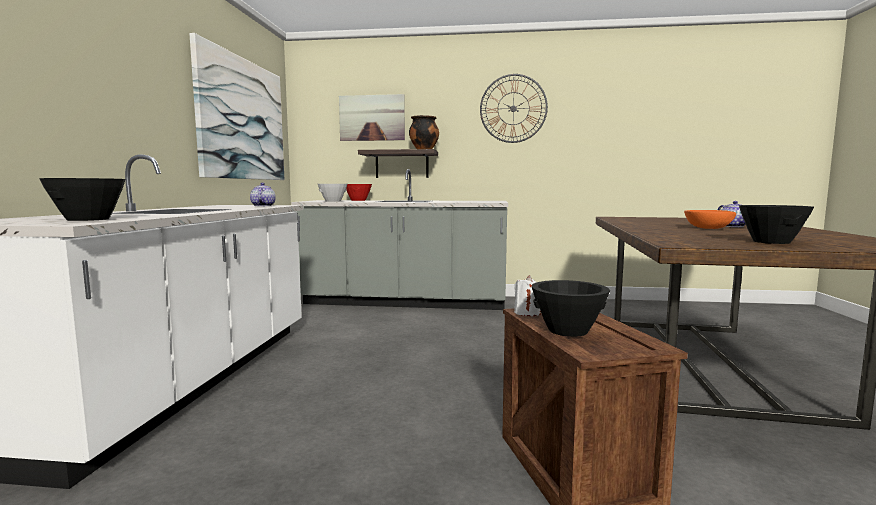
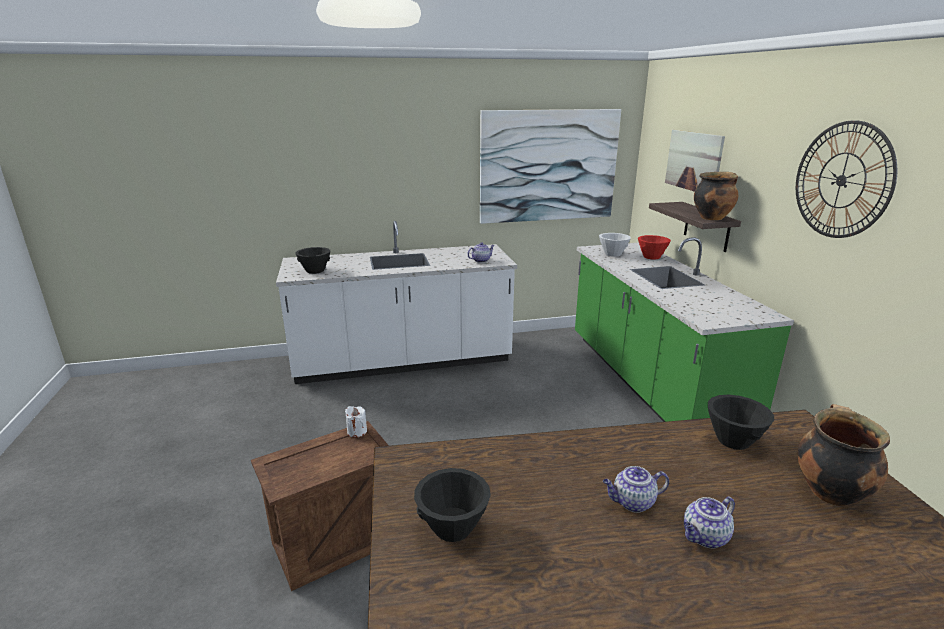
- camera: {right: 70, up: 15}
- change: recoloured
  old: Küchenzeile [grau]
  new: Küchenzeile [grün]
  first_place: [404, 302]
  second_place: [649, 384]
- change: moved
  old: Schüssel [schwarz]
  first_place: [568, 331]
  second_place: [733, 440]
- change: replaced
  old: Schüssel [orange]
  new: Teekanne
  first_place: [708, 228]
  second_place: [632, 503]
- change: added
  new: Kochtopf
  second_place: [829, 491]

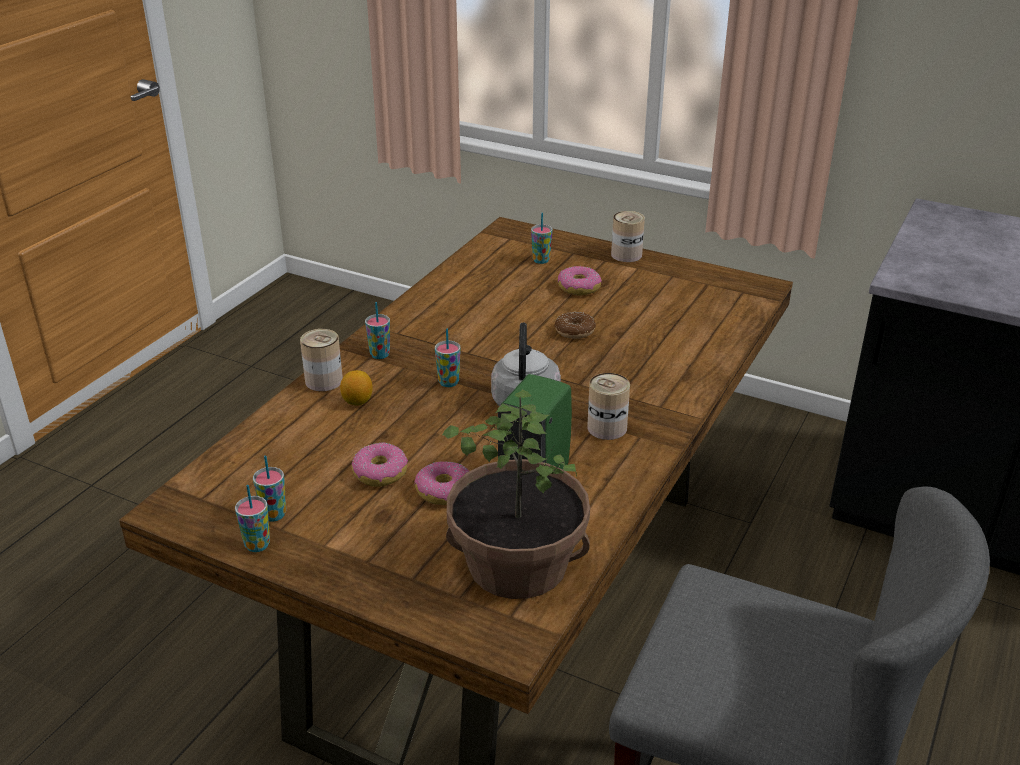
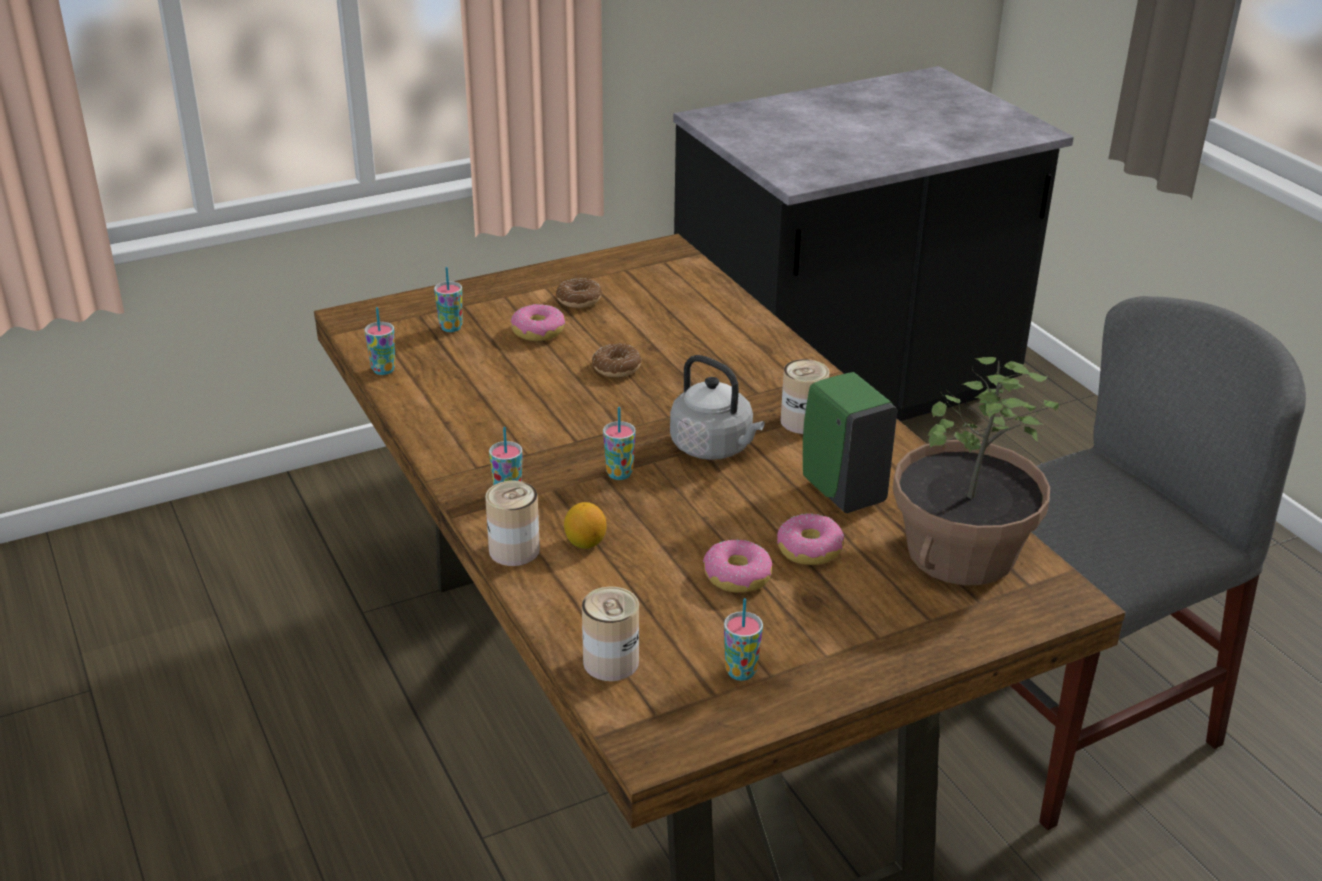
- camera: {right: -55, up: 0}
- change: moved
  old: Tasse
  first_place: [257, 545]
  second_place: [383, 370]
- change: moved
  old: Dose
  first_place: [626, 255]
  second_place: [611, 662]
- change: added
  new: Donut
  second_place: [579, 300]

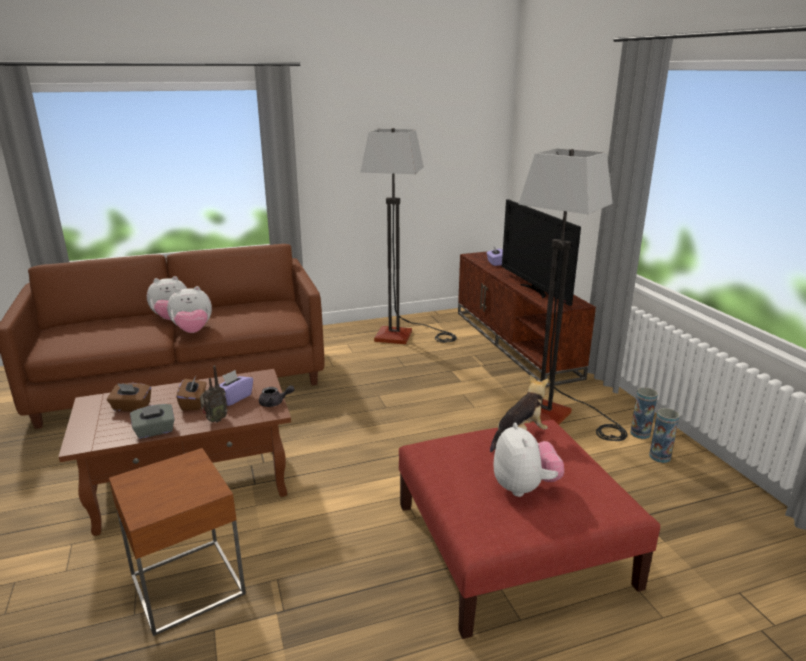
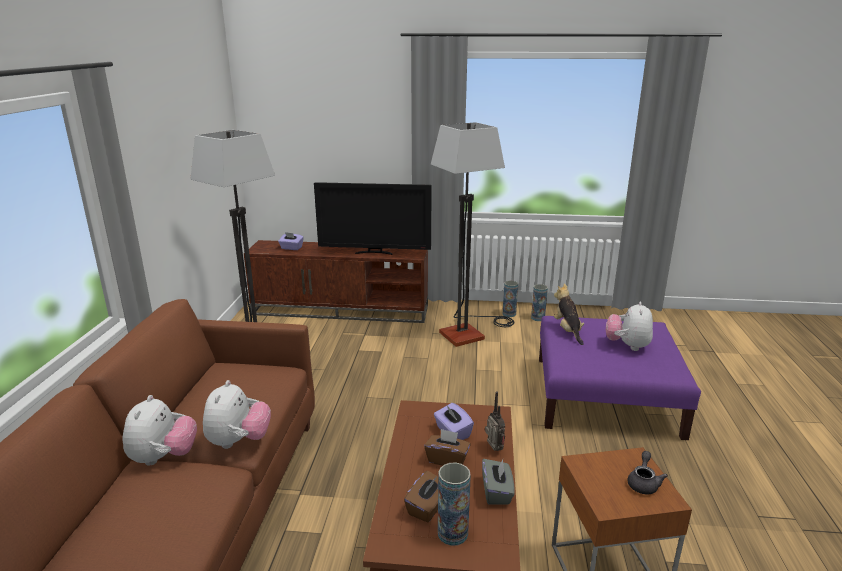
- camera: {right: -65, up: 0}
- change: moved
  old: Teekanne [grau]
  first_place: [275, 403]
  second_place: [643, 483]
- change: recoloured
  old: Polsterhocker [rot]
  new: Polsterhocker [lila]
  first_place: [511, 546]
  second_place: [606, 396]
- change: turned
  old: Plüschtier
  first_place: [524, 487]
  second_place: [627, 346]
  degrees: -90
- change: added
  new: Vase
  second_place: [452, 533]

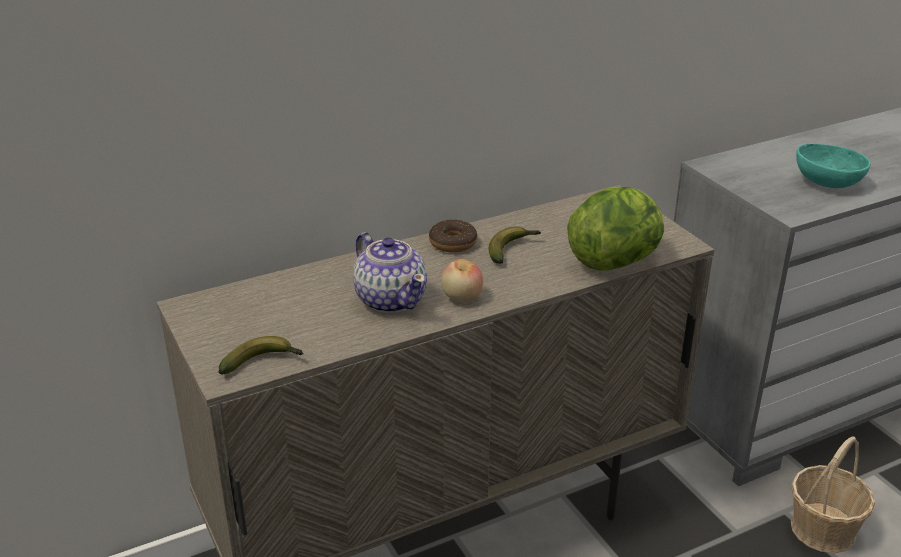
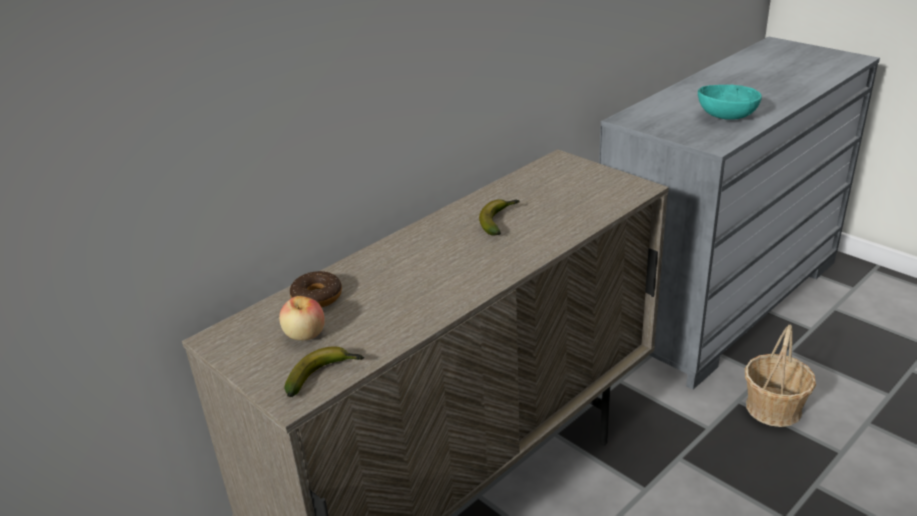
- camera: {right: -15, up: 0}
- change: removed
  old: Teekanne
  first_place: [391, 299]
- change: moved
  old: Donut
  first_place: [453, 243]
  second_place: [317, 297]
- change: moved
  old: Apfel
  first_place: [462, 297]
  second_place: [305, 335]
- change: removed
  old: Salatkopf
  first_place: [616, 261]

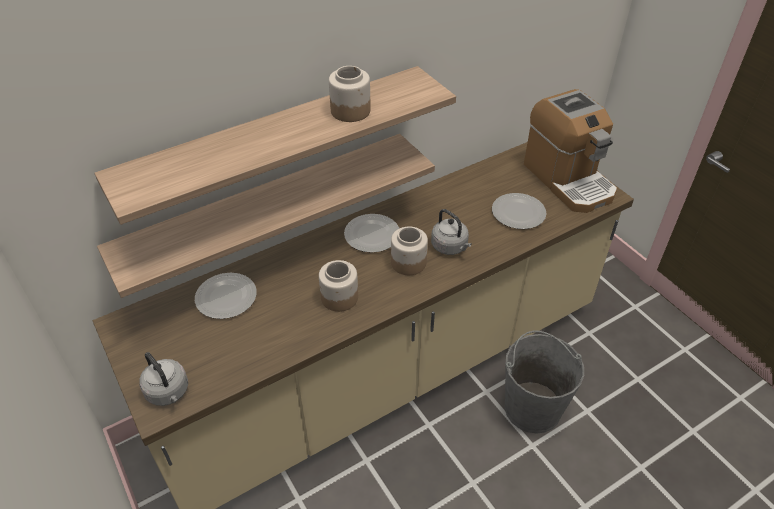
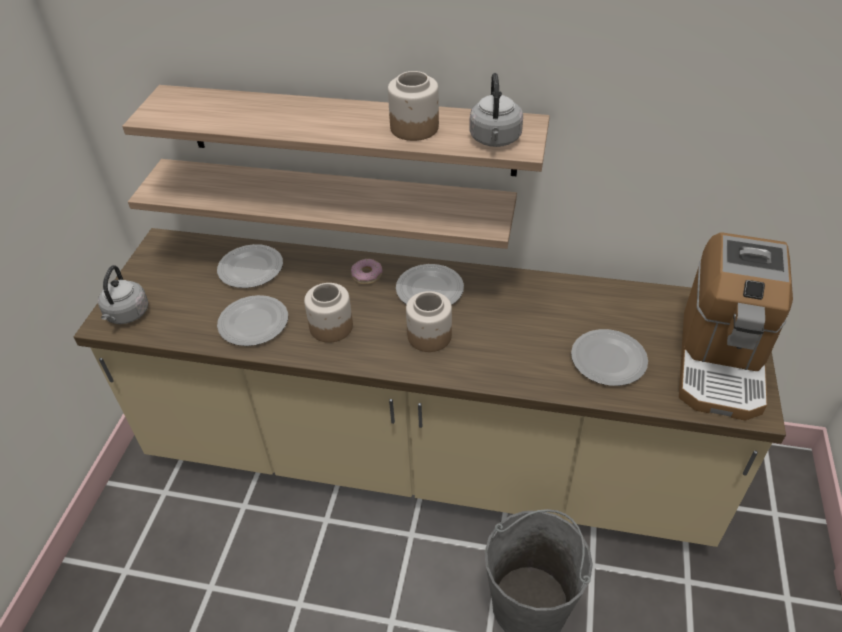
- camera: {right: 45, up: 0}
- change: moved
  old: Wasserkessel [grau]
  first_place: [450, 247]
  second_place: [495, 140]
- change: added
  new: Teller
  second_place: [253, 322]
- change: added
  new: Donut
  second_place: [366, 275]

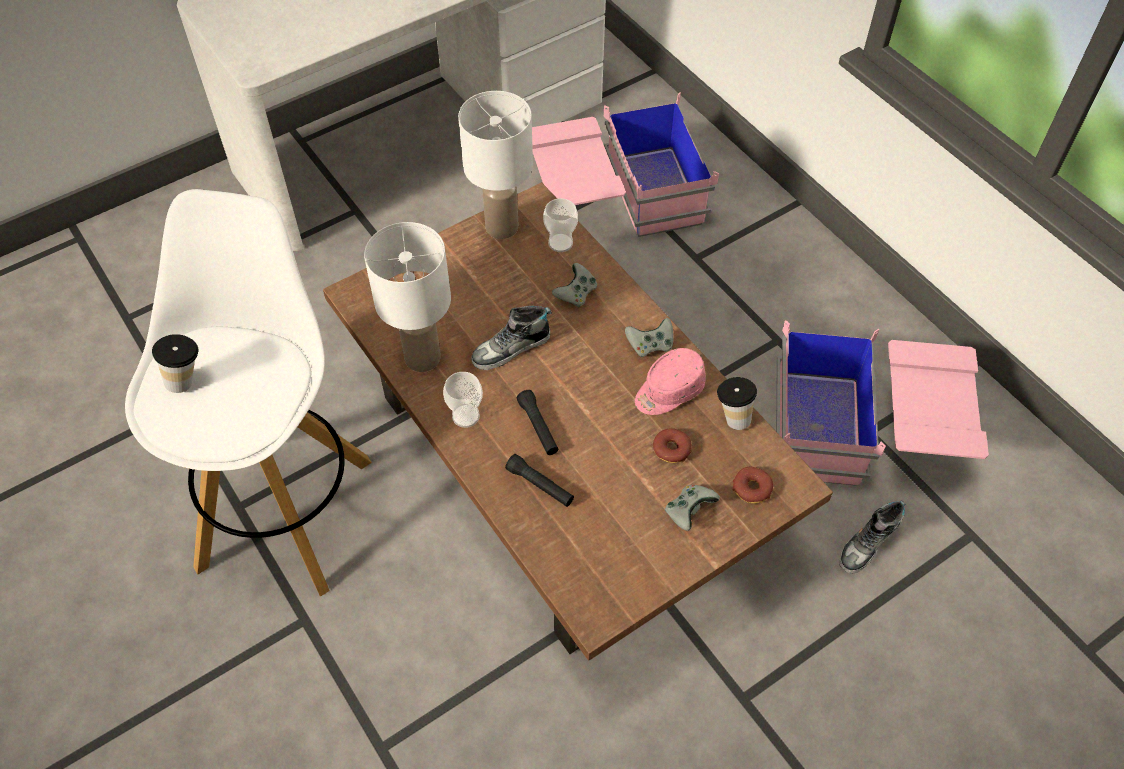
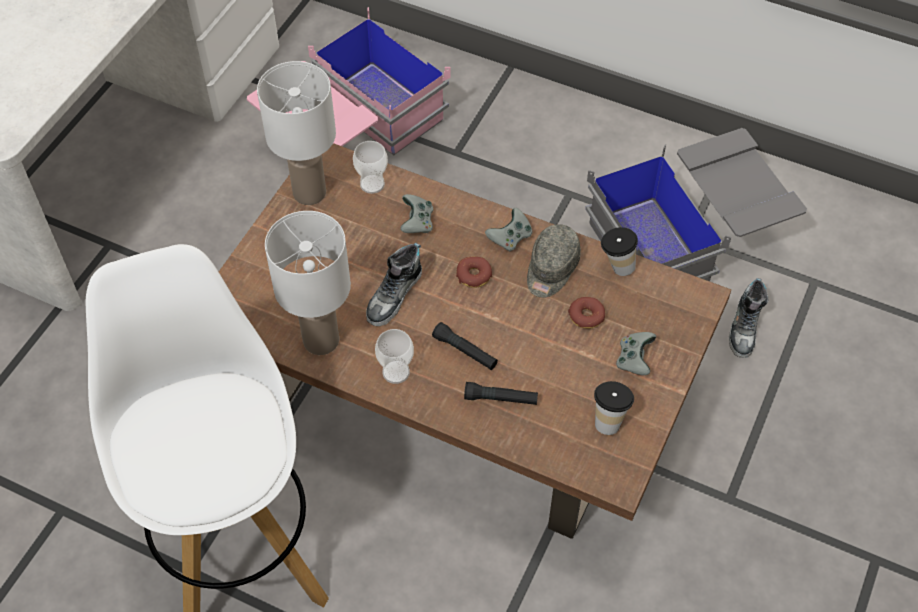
- camera: {right: -30, up: 0}
- change: moved
  old: Tasse
  first_place: [187, 380]
  second_place: [609, 420]
- change: recoloured
  old: Kappe [rosa]
  new: Kappe [grau]
  first_place: [668, 391]
  second_place: [551, 269]
- change: moved
  old: Donut
  first_place: [752, 488]
  second_place: [474, 275]
- change: recoloured
  old: Aufbewahrungsbox [rosa]
  new: Aufbewahrungsbox [grau]
  first_place: [864, 435]
  second_place: [687, 241]

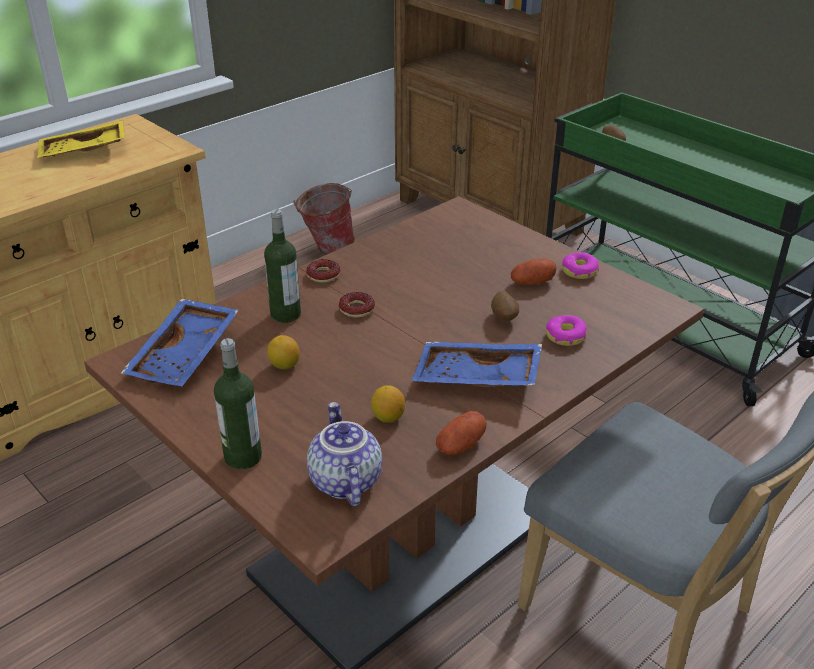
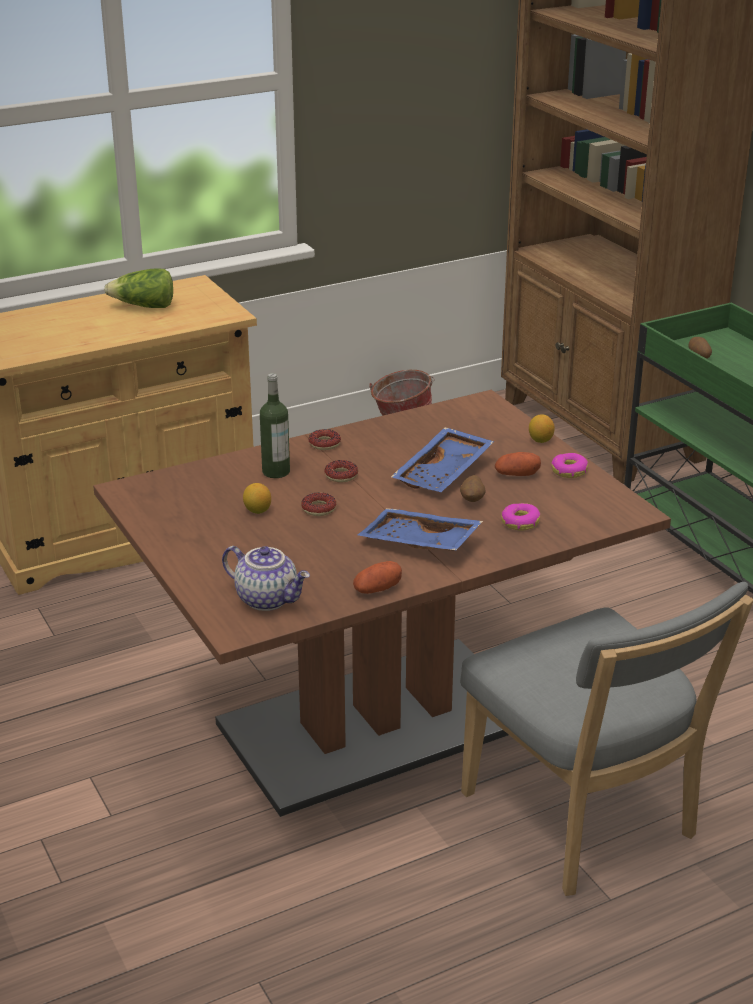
- camera: {right: 15, up: -5}
- change: replaced
  old: Tablett [gelb]
  new: Salatkopf
  first_place: [84, 151]
  second_place: [144, 307]
- change: moved
  old: Tablett [blau]
  first_place: [186, 355]
  second_place: [444, 473]
- change: removed
  old: Flasche
  first_place: [243, 457]
- change: turned
  old: Teekanne
  first_place: [343, 481]
  second_place: [268, 599]
  degrees: 120
- change: moved
  old: Zitrone
  first_place: [388, 417]
  second_place: [540, 440]
- change: added
  new: Donut
  second_place: [318, 509]

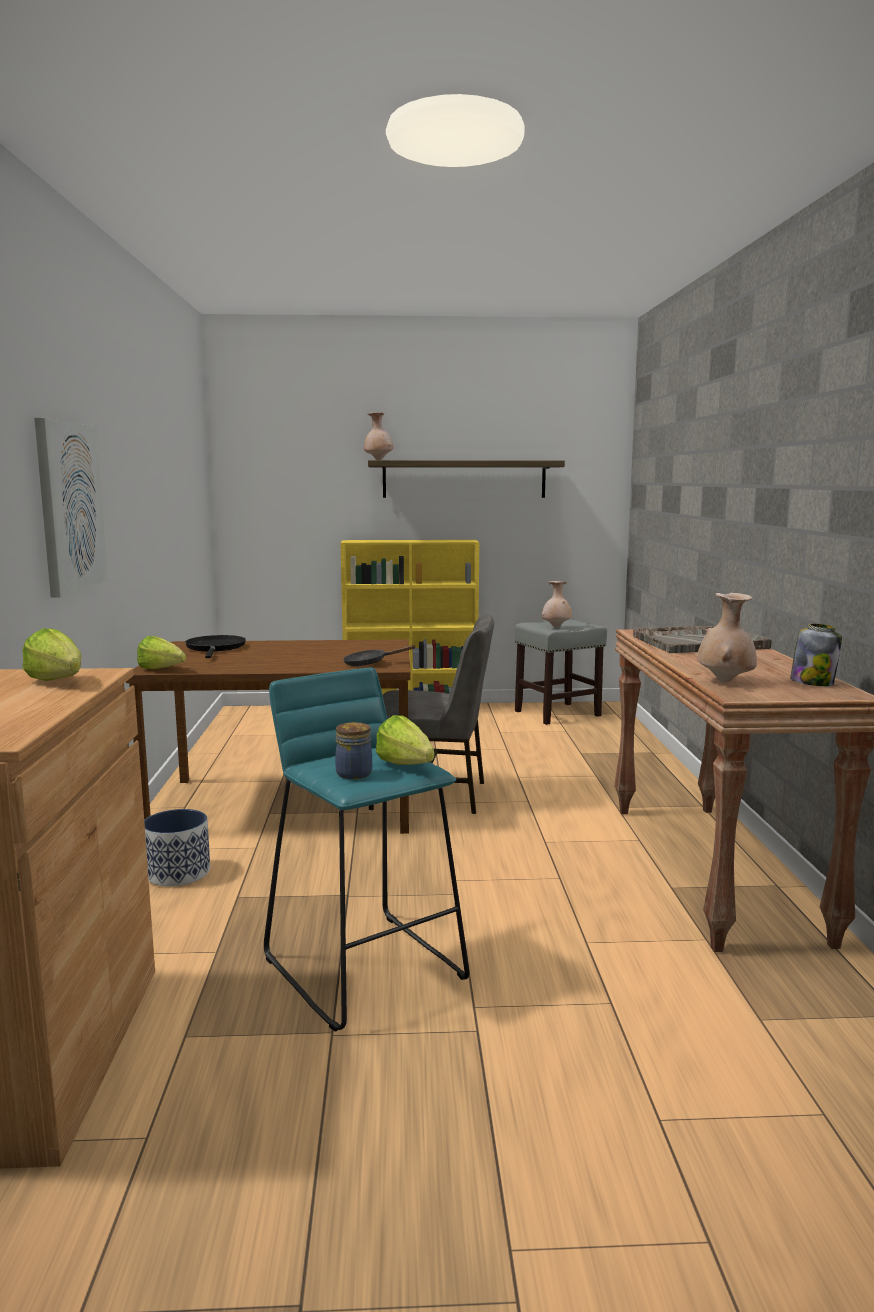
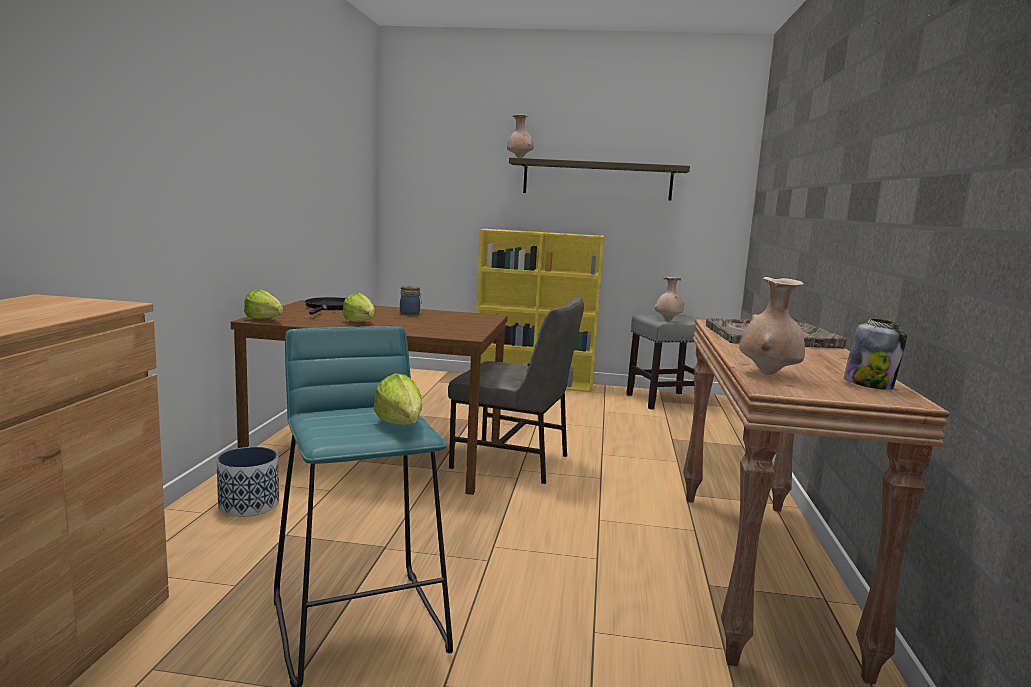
- camera: {right: 10, up: 0}
- change: moved
  old: Salatkopf
  first_place: [59, 683]
  second_place: [361, 324]
- change: removed
  old: Bild
  first_place: [69, 506]
- change: moved
  old: Vorratsglas
  first_place: [355, 773]
  second_place: [410, 313]
- change: removed
  old: Pfanne [schwarz]
  first_place: [369, 663]

